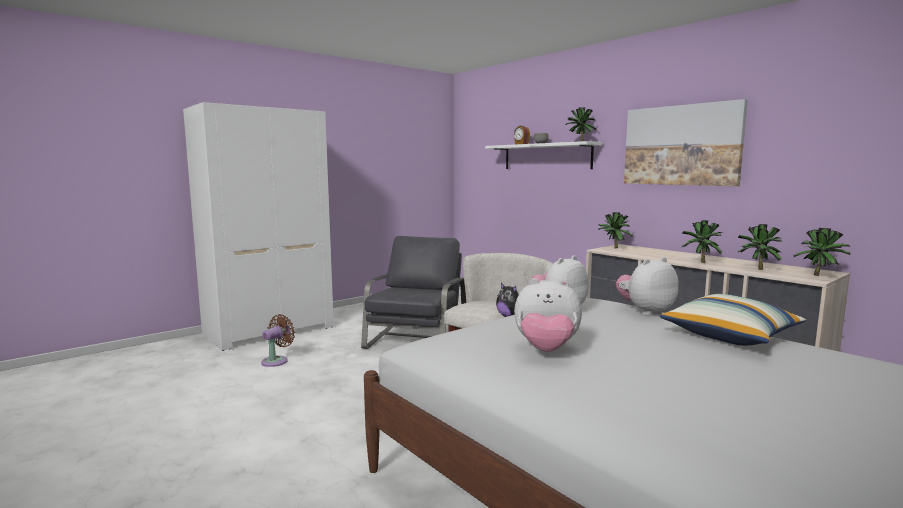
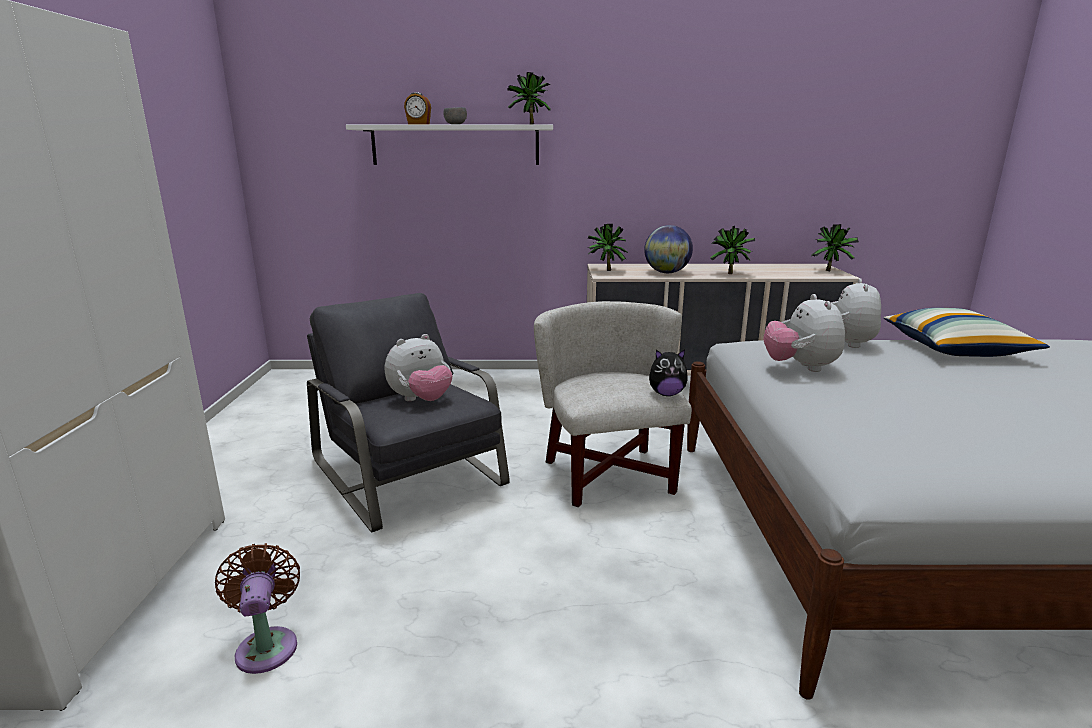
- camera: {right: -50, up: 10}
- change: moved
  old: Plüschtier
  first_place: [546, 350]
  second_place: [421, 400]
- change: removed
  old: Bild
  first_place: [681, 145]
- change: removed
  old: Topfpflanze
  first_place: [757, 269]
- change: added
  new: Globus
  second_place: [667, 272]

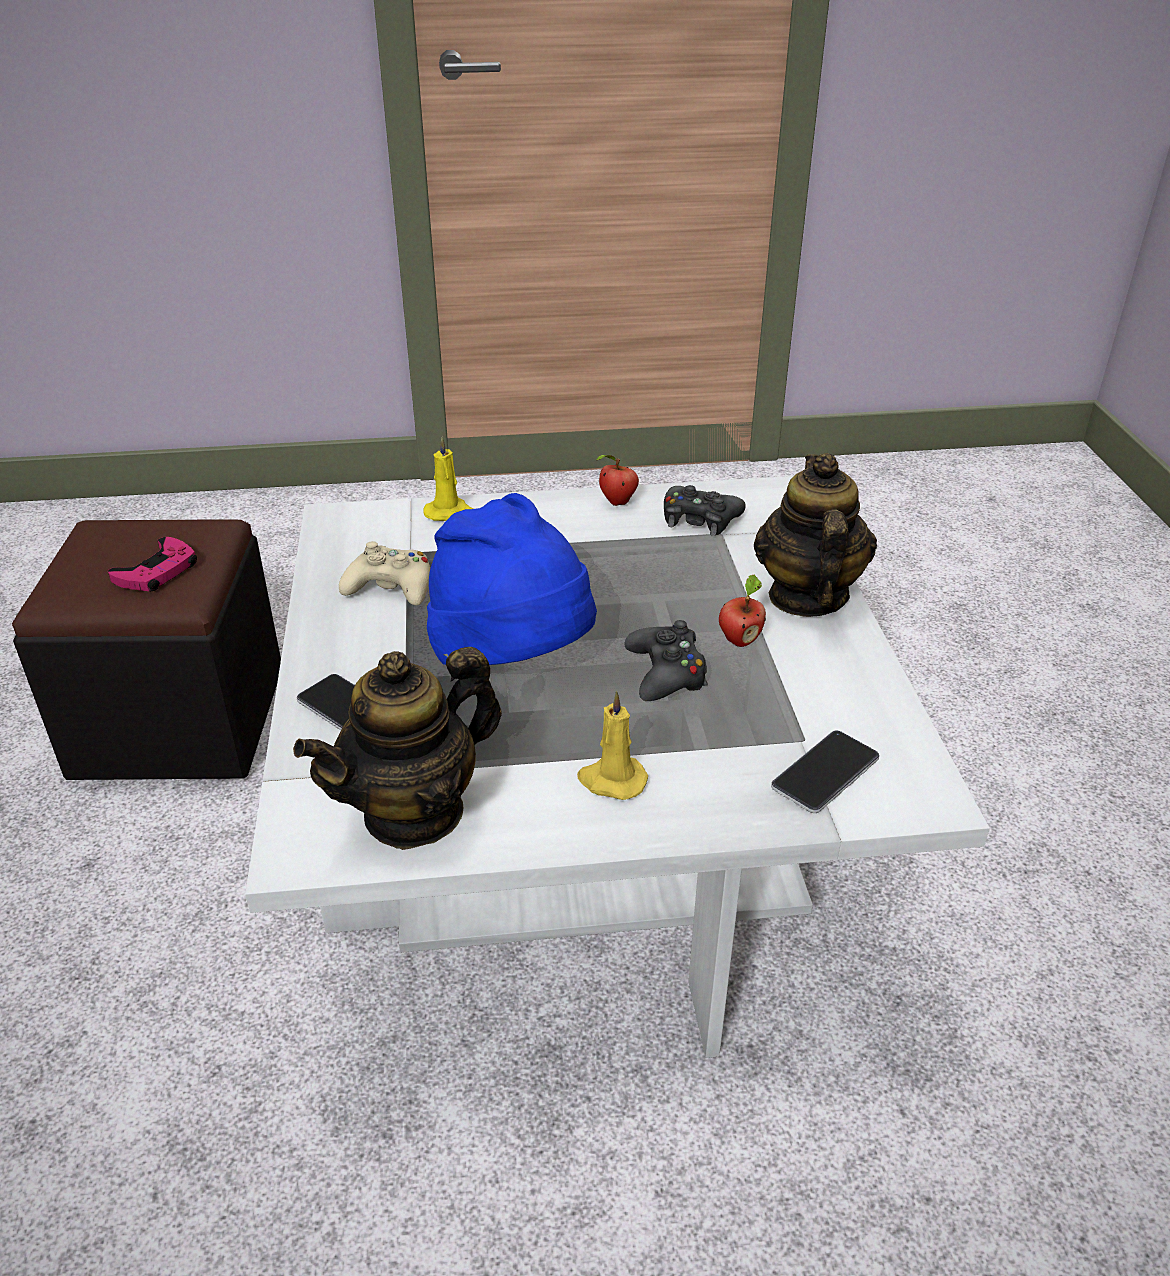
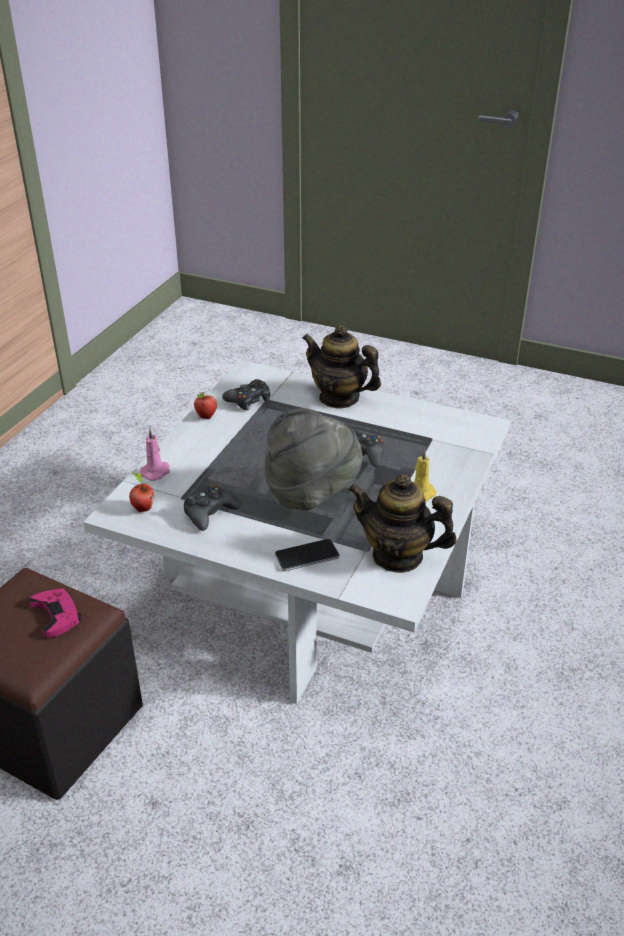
- camera: {right: -60, up: 0}
- change: turned
  old: Teekanne
  first_place: [414, 812]
  second_place: [398, 556]
  degrees: 120
- change: recoloured
  old: Gamepad [beige]
  new: Gamepad [schwarz]
  first_place: [391, 587]
  second_place: [209, 513]
- change: recoloured
  old: Kerze [gelb]
  new: Kerze [rosa]
  first_place: [450, 513]
  second_place: [156, 472]
- change: recoloured
  old: Hut [blau]
  new: Hut [grau]
  first_place: [514, 659]
  second_place: [311, 493]
- change: moved
  old: Apfel
  first_place: [739, 640]
  second_place: [142, 508]
- change: removed
  old: Handy
  first_place: [825, 773]

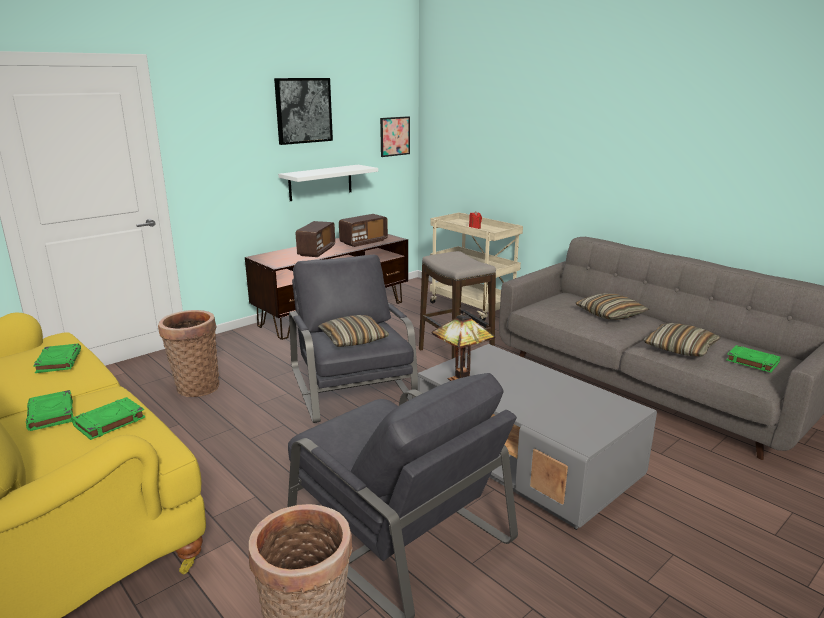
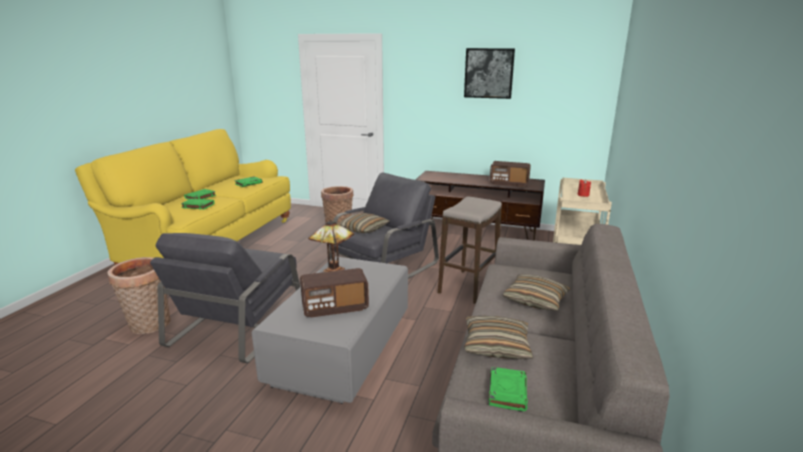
- camera: {right: 60, up: 0}
- change: removed
  old: Wandregal [weiß]
  first_place: [320, 182]
- change: moved
  old: Radio
  first_place: [316, 251]
  second_place: [335, 307]
- change: removed
  old: Bild
  first_place: [394, 136]

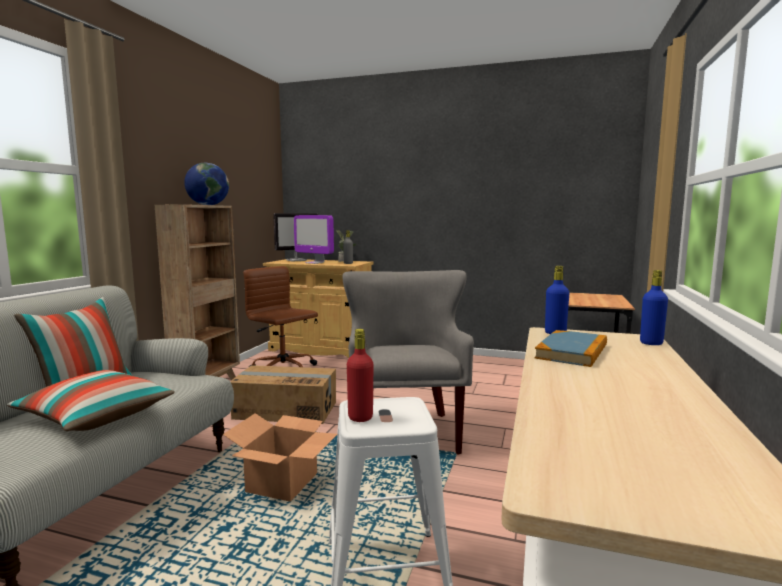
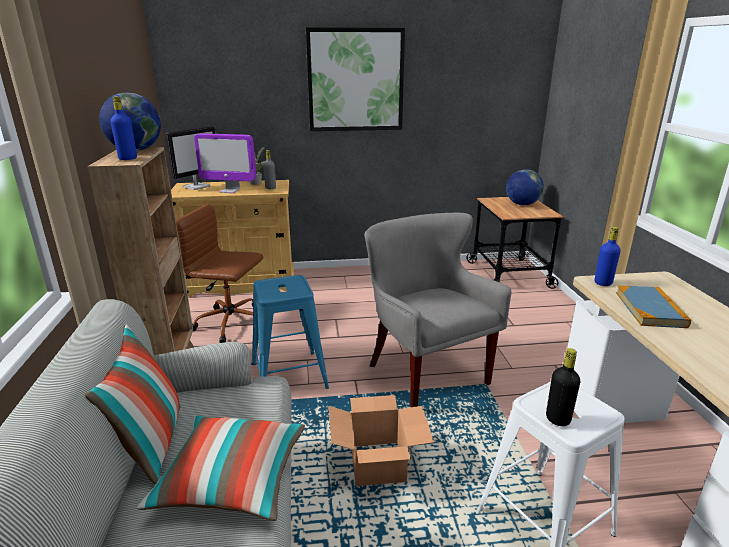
- camera: {right: -25, up: 15}
- change: replaced
  old: Karton
  new: Hocker [blau]
  first_place: [286, 410]
  second_place: [289, 375]
- change: recoloured
  old: Flasche [rot]
  new: Flasche [schwarz]
  first_place: [360, 417]
  second_place: [558, 419]
- change: moved
  old: Flasche [blau]
  first_place: [651, 343]
  second_place: [128, 158]
- change: added
  new: Bild
  second_place: [355, 80]
- change: added
  new: Globus
  second_place: [522, 204]

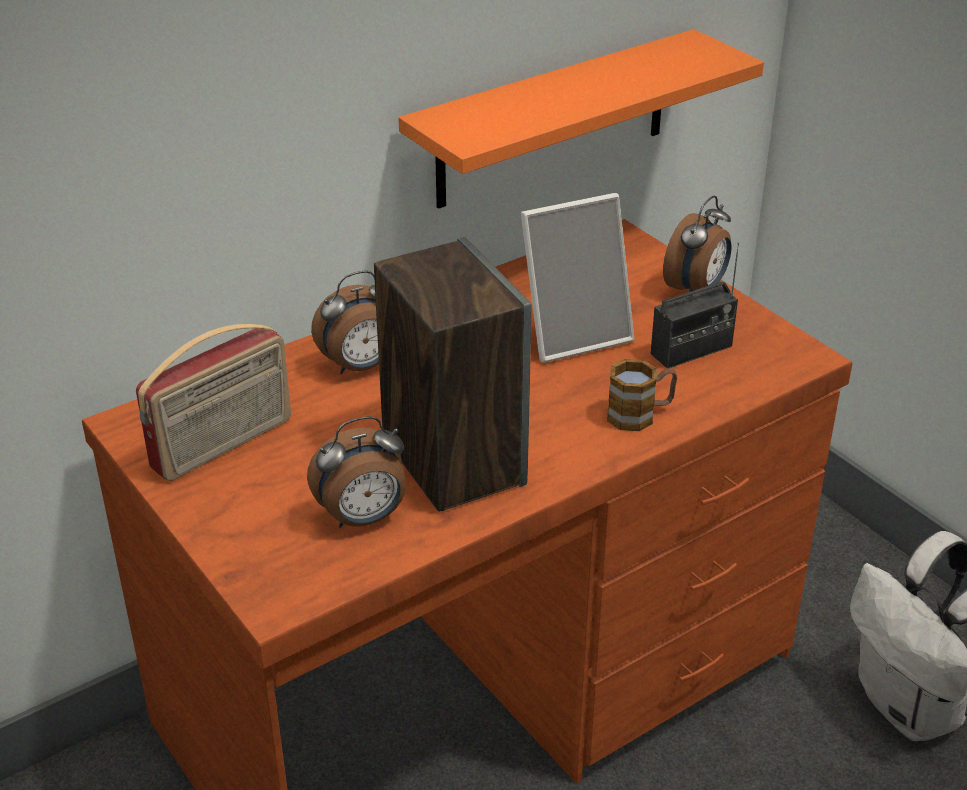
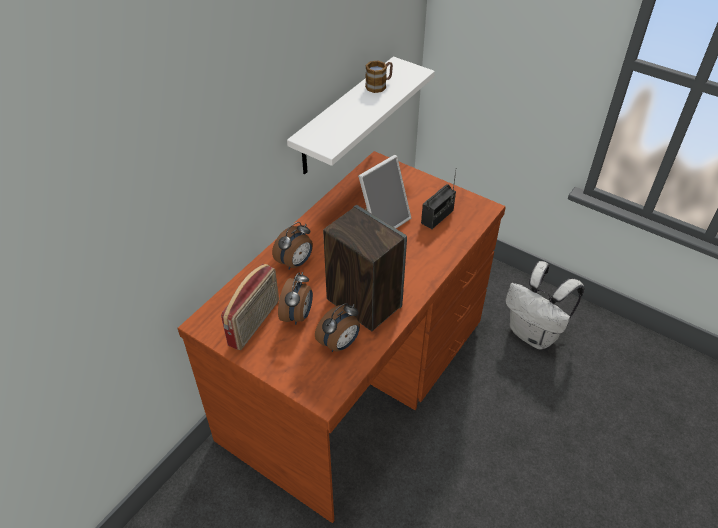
- camera: {right: -20, up: 10}
- change: recoloured
  old: Wandregal [orange]
  new: Wandregal [weiß]
  first_place: [553, 120]
  second_place: [344, 117]
- change: moved
  old: Henkelbecher
  first_place: [640, 415]
  second_place: [379, 85]
- change: moved
  old: Wecker
  first_place: [696, 289]
  second_place: [298, 315]

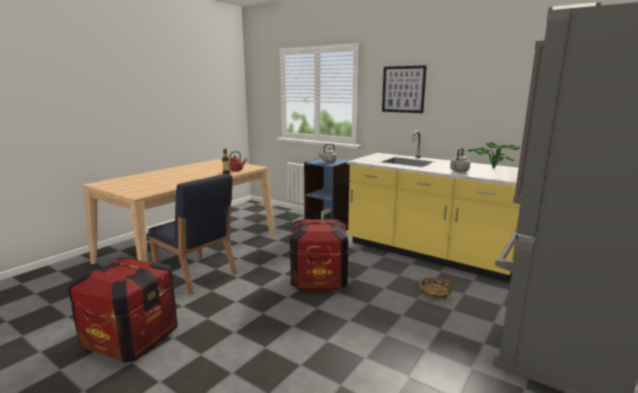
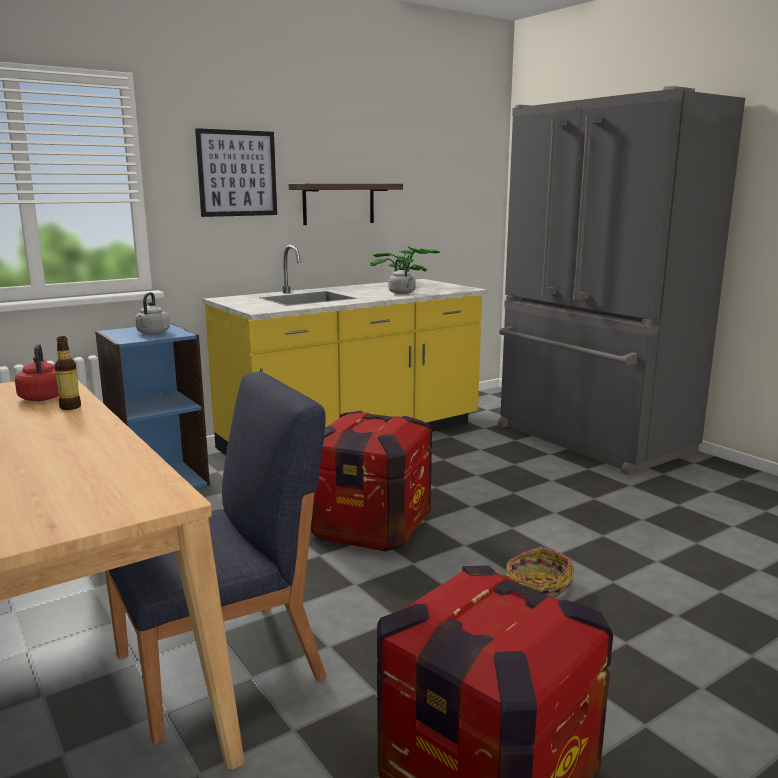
- camera: {right: -70, up: 0}
- change: moved
  old: Korb
  first_place: [434, 293]
  second_place: [537, 585]
- change: added
  new: Wandregal
  second_place: [338, 203]

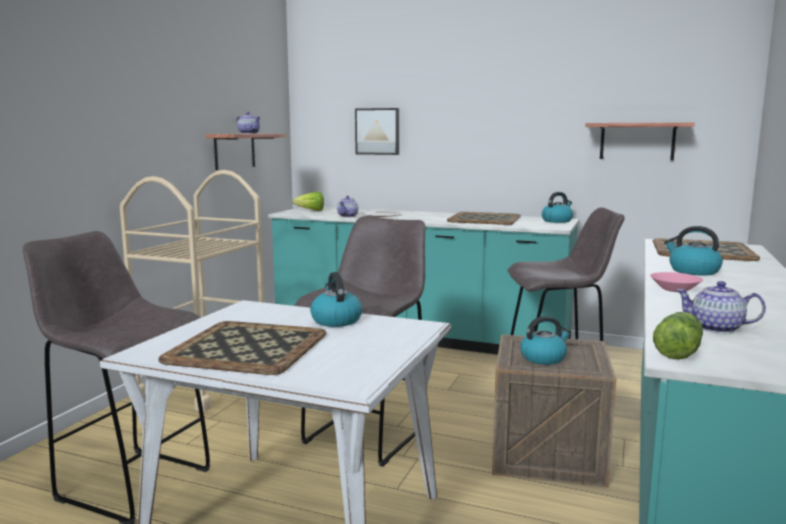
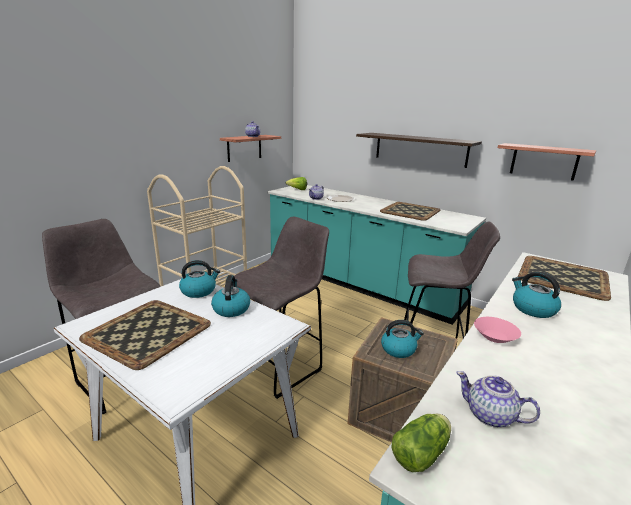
- camera: {right: 15, up: 10}
- change: removed
  old: Bild
  first_place: [378, 131]
- change: moved
  old: Wasserkessel
  first_place: [557, 221]
  second_place: [199, 291]
- change: added
  new: Wandregal
  second_place: [420, 149]

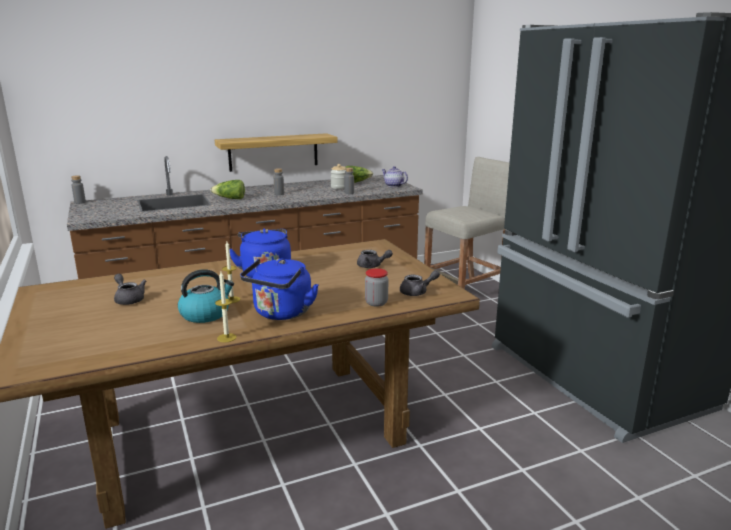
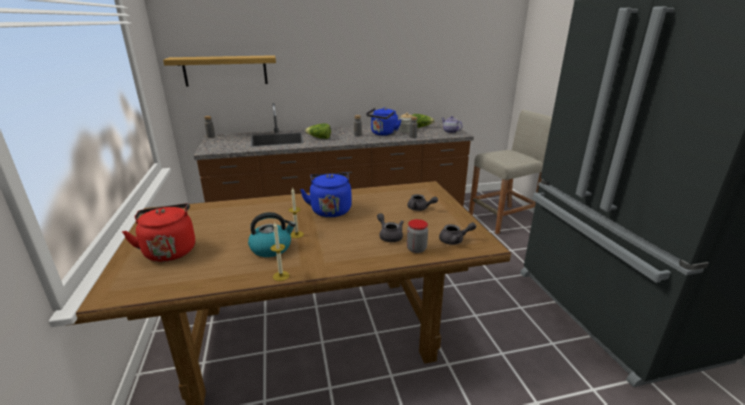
- camera: {right: 10, up: 5}
- change: moved
  old: Teekanne [grau]
  first_place: [129, 299]
  second_place: [389, 236]
- change: moved
  old: Wandregal
  first_place: [273, 152]
  second_place: [225, 70]
- change: moved
  old: Wasserkessel [blau]
  first_place: [281, 313]
  second_place: [383, 134]
- change: added
  new: Wasserkessel [rot]
  second_place: [170, 250]

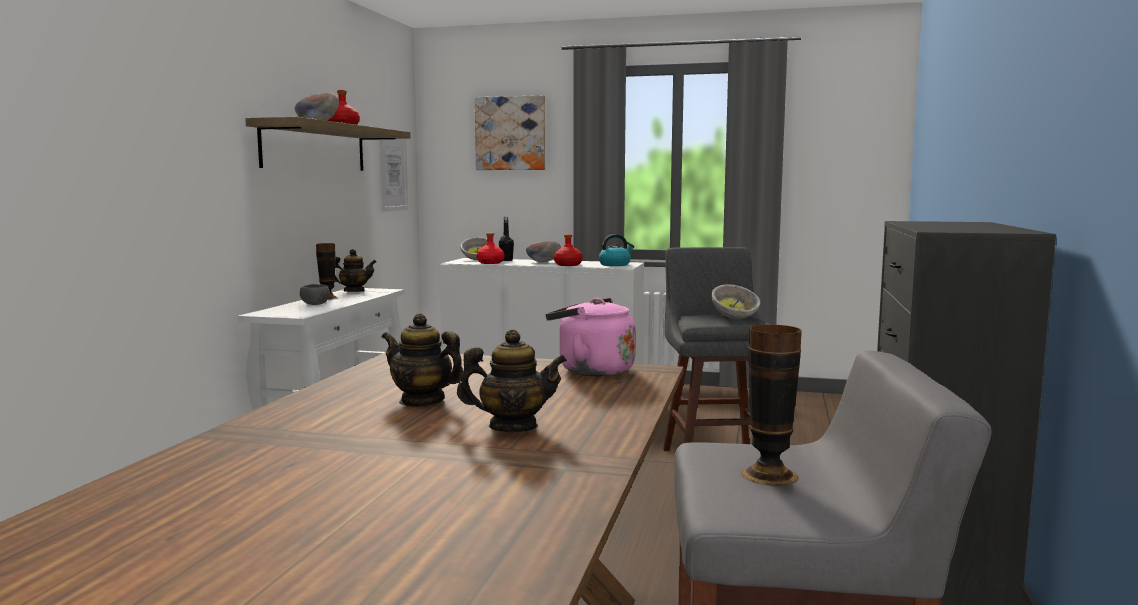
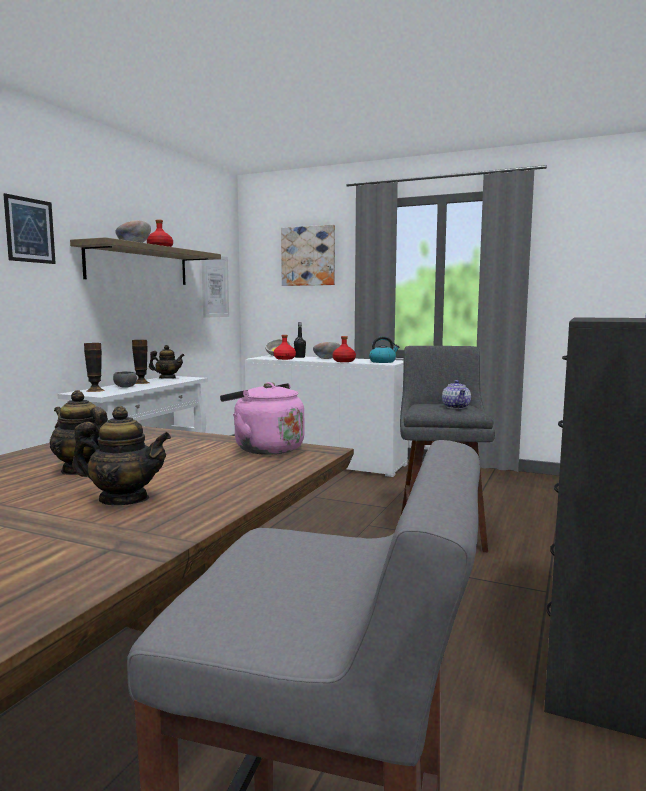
- camera: {right: 10, up: 0}
- change: replaced
  old: Schüssel
  new: Teekanne
  first_place: [735, 317]
  second_place: [456, 407]
- change: moved
  old: Vase
  first_place: [769, 475]
  second_place: [95, 390]
- change: added
  new: Bild
  second_place: [30, 230]

